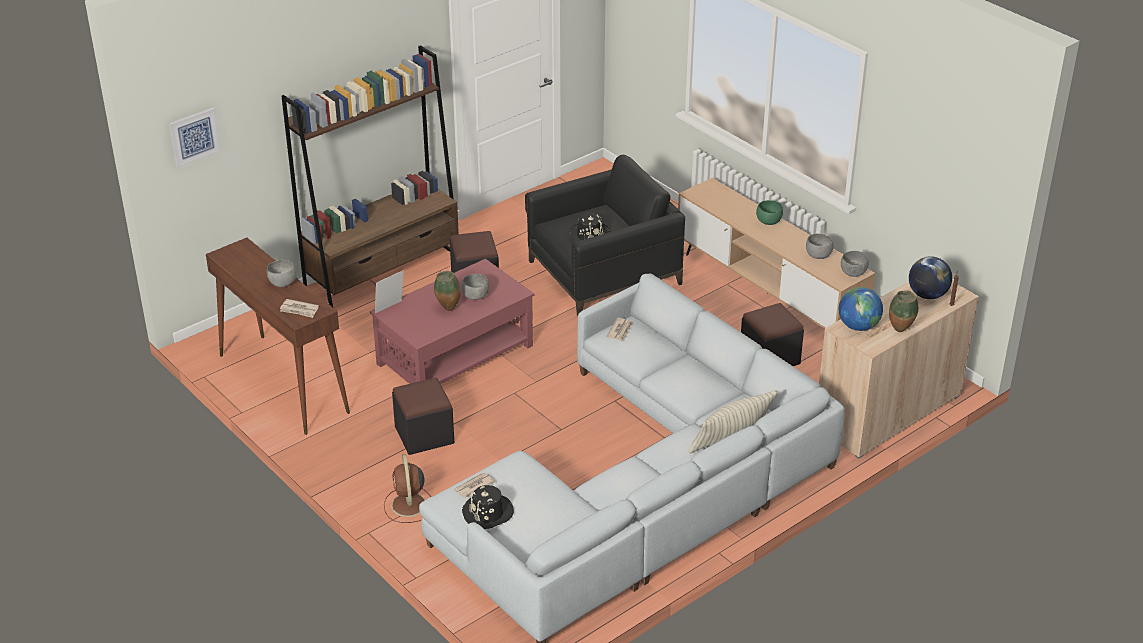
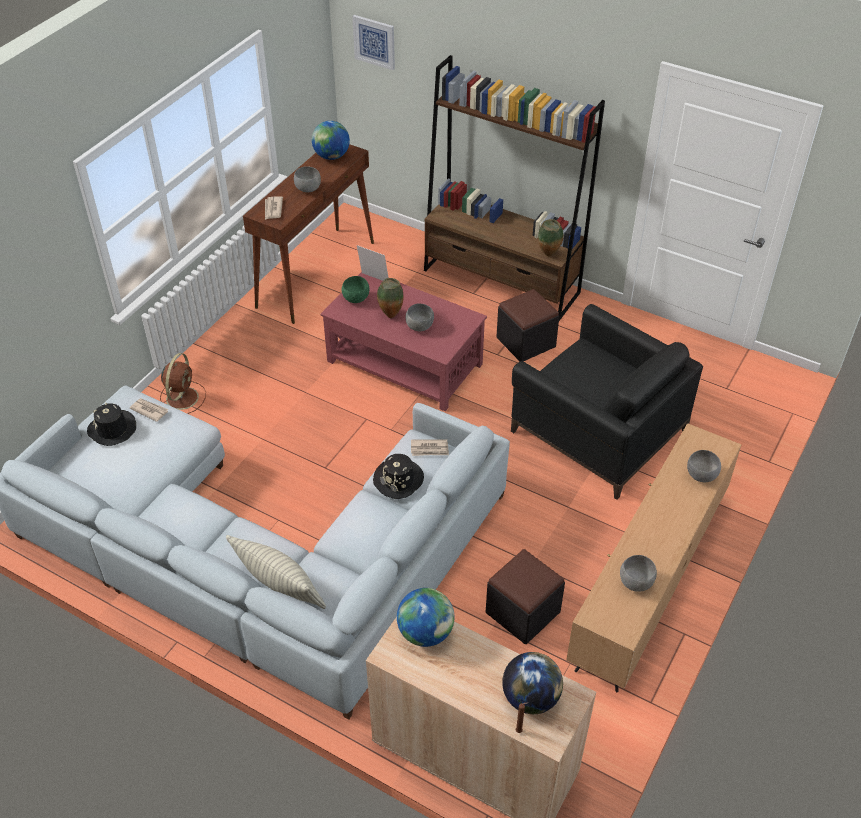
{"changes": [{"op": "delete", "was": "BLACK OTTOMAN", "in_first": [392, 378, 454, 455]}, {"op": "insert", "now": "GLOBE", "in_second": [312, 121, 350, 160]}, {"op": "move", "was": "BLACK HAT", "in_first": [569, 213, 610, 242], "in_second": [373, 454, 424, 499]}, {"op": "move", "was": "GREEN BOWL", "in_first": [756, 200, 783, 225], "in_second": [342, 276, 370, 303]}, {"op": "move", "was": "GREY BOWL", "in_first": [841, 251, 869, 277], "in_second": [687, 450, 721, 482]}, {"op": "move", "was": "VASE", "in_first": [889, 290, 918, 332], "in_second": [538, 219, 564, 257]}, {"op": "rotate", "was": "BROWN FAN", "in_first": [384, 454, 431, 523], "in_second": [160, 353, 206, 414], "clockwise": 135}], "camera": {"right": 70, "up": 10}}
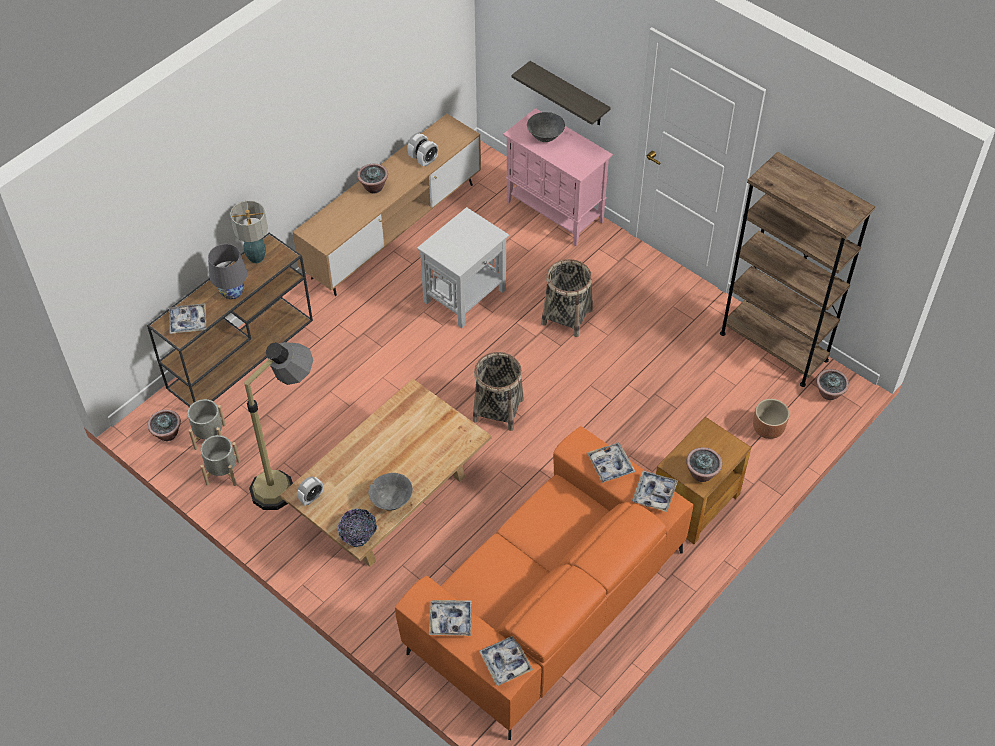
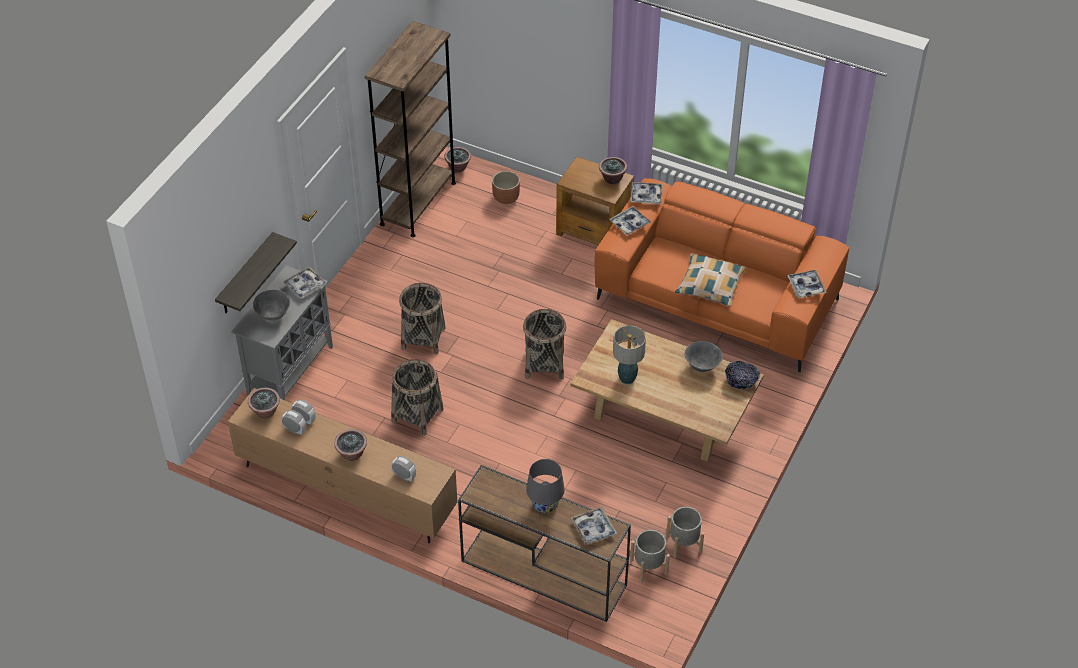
{"changes": [{"op": "delete", "was": "FLOOR LAMP", "in_first": [244, 342, 313, 510]}, {"op": "insert", "now": "PILLOW", "in_second": [675, 253, 747, 307]}, {"op": "move", "was": "POTTED PLANT", "in_first": [148, 409, 181, 441], "in_second": [248, 388, 280, 418]}, {"op": "move", "was": "TABLE LAMP", "in_first": [230, 200, 268, 263], "in_second": [613, 325, 646, 384]}, {"op": "move", "was": "ALARM CLOCK", "in_first": [297, 476, 323, 506], "in_second": [391, 456, 416, 482]}, {"op": "move", "was": "TRAY", "in_first": [479, 636, 533, 686], "in_second": [283, 267, 327, 299]}, {"op": "replace", "was": "WHITE SIDE TABLE", "now": "BASKET", "in_first": [417, 207, 509, 328], "in_second": [391, 359, 443, 435]}, {"op": "recolor", "was": "PINK CABINET", "now": "GREY CABINET", "in_first": [503, 108, 613, 246], "in_second": [231, 265, 333, 401]}], "camera": {"right": -105, "up": -5}}
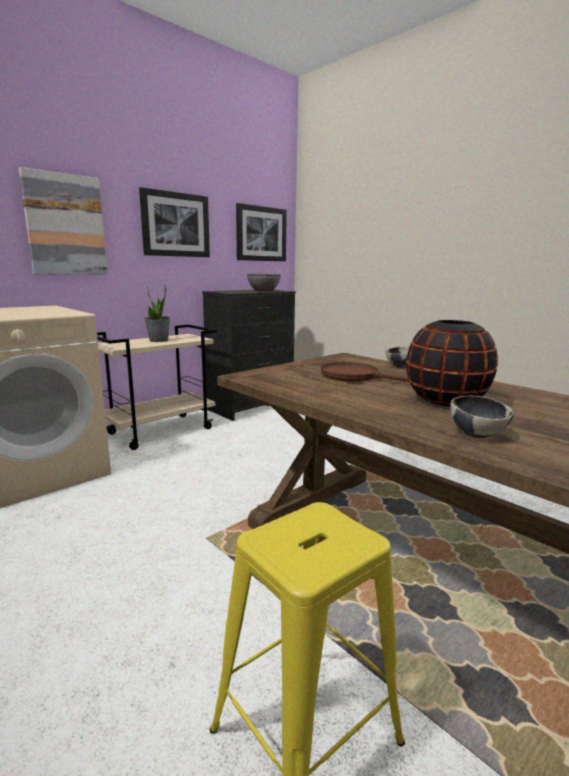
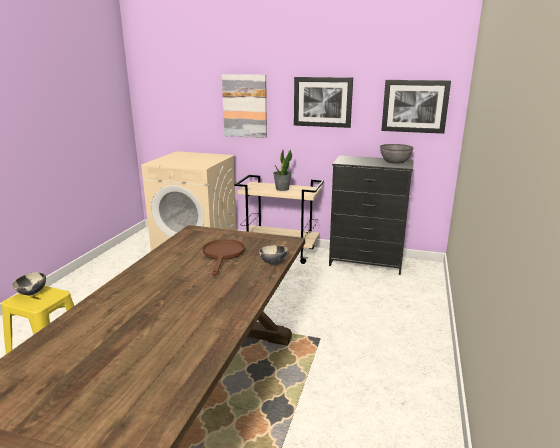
{"changes": [{"op": "delete", "was": "BLACK VASE", "in_first": [406, 320, 498, 406]}, {"op": "move", "was": "BOWL", "in_first": [450, 395, 514, 438], "in_second": [12, 272, 46, 296]}], "camera": {"right": 60, "up": 5}}
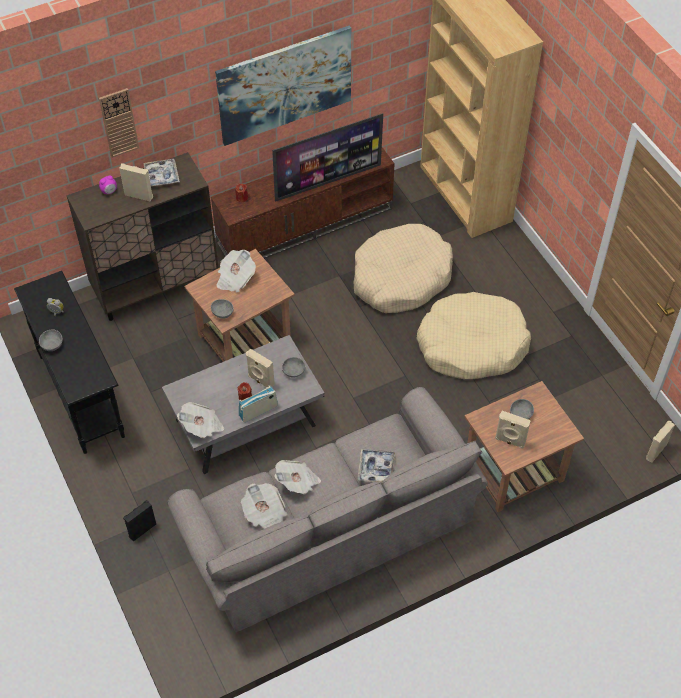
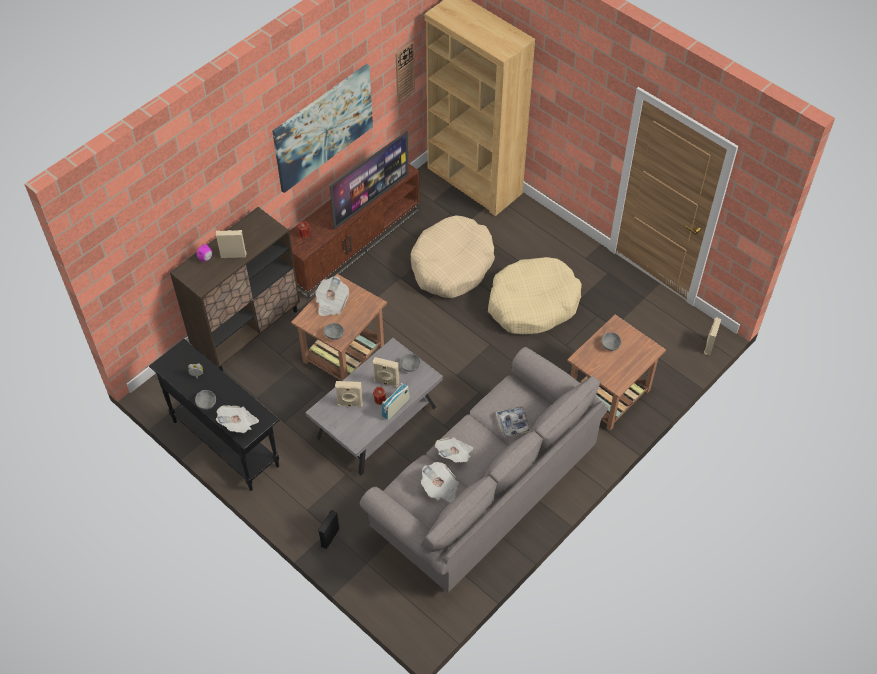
{"changes": [{"op": "delete", "was": "TRAY", "in_first": [143, 159, 180, 186]}, {"op": "move", "was": "WALL CLOCK", "in_first": [99, 88, 139, 158], "in_second": [395, 41, 415, 103]}, {"op": "move", "was": "NEWSPAPER", "in_first": [177, 402, 224, 438], "in_second": [216, 405, 259, 433]}, {"op": "move", "was": "BEIGE SPEAKER", "in_first": [495, 411, 531, 448], "in_second": [335, 381, 363, 407]}], "camera": {"right": -20, "up": 0}}
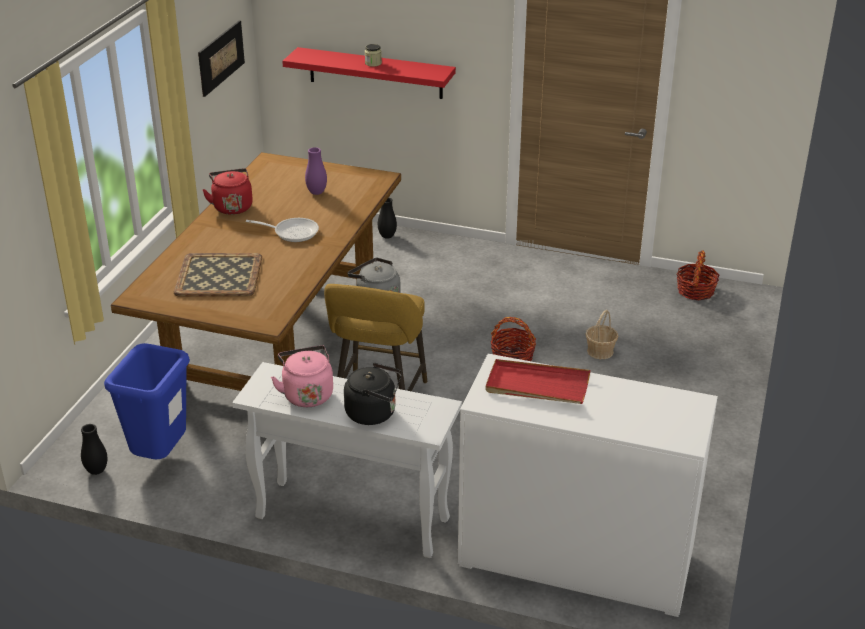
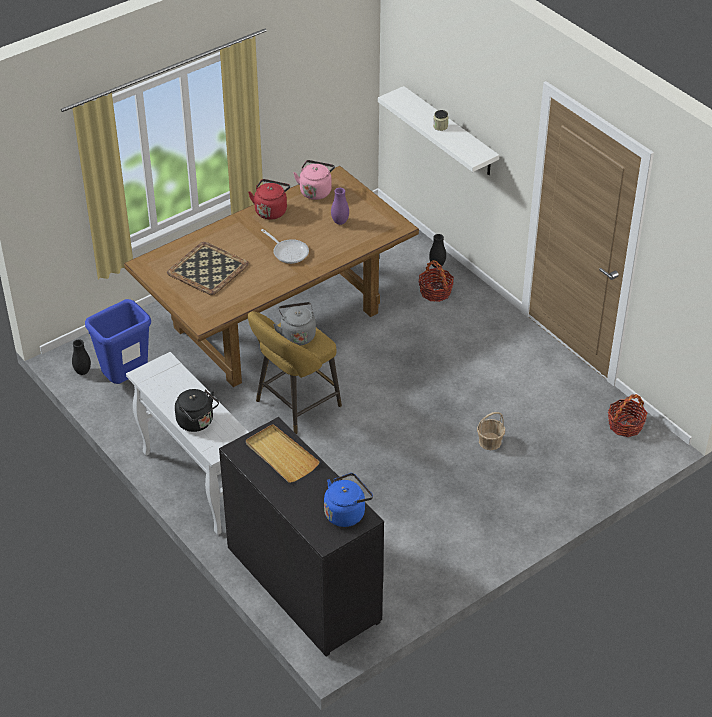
{"changes": [{"op": "delete", "was": "PICTURE", "in_first": [198, 20, 245, 97]}, {"op": "insert", "now": "BLUE KETTLE", "in_second": [324, 473, 373, 527]}, {"op": "move", "was": "PINK KETTLE", "in_first": [271, 345, 333, 407], "in_second": [294, 160, 335, 200]}, {"op": "move", "was": "BASKET", "in_first": [491, 317, 536, 361], "in_second": [419, 260, 454, 302]}, {"op": "recolor", "was": "RED SHELF", "now": "WHITE SHELF", "in_first": [282, 47, 456, 99], "in_second": [378, 86, 499, 175]}, {"op": "recolor", "was": "WHITE DRESSER", "now": "BLACK DRESSER", "in_first": [458, 354, 718, 617], "in_second": [219, 417, 384, 656]}, {"op": "recolor", "was": "RED TRAY", "now": "BEIGE TRAY", "in_first": [485, 359, 590, 404], "in_second": [246, 424, 320, 483]}], "camera": {"right": 35, "up": 10}}
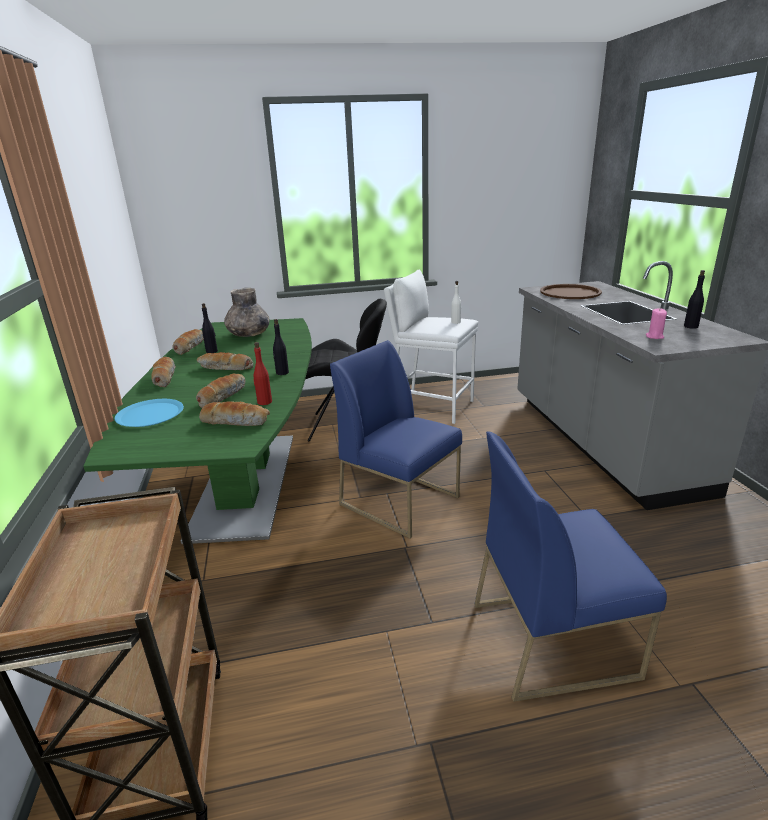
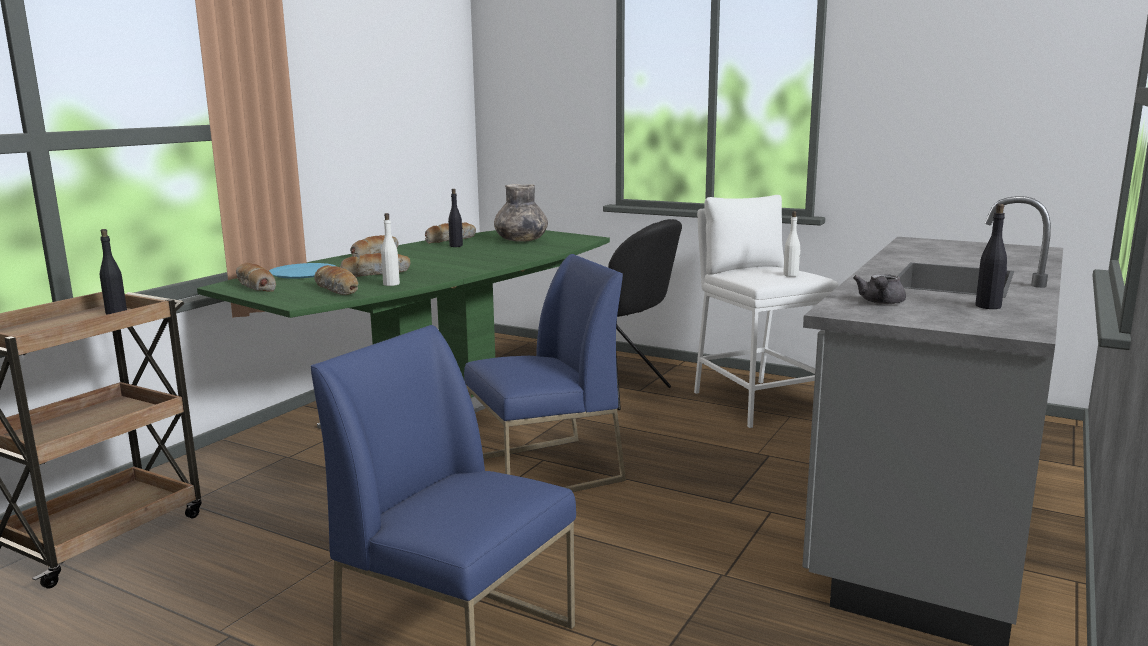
{"changes": [{"op": "delete", "was": "BROWN TRAY", "in_first": [540, 284, 602, 299]}, {"op": "move", "was": "BREAD", "in_first": [197, 352, 253, 370], "in_second": [236, 263, 276, 292]}, {"op": "move", "was": "BLACK BOTTLE", "in_first": [273, 319, 289, 375], "in_second": [100, 229, 127, 315]}, {"op": "replace", "was": "PINK CANDLE", "now": "GREY TEAPOT", "in_first": [645, 308, 667, 339], "in_second": [853, 274, 906, 304]}, {"op": "recolor", "was": "RED BOTTLE", "now": "WHITE BOTTLE", "in_first": [254, 342, 272, 405], "in_second": [381, 213, 400, 286]}, {"op": "rotate", "was": "BLUE CHAIR", "in_first": [330, 340, 462, 538], "in_second": [464, 254, 626, 492], "clockwise": 75}], "camera": {"right": 40, "up": -10}}
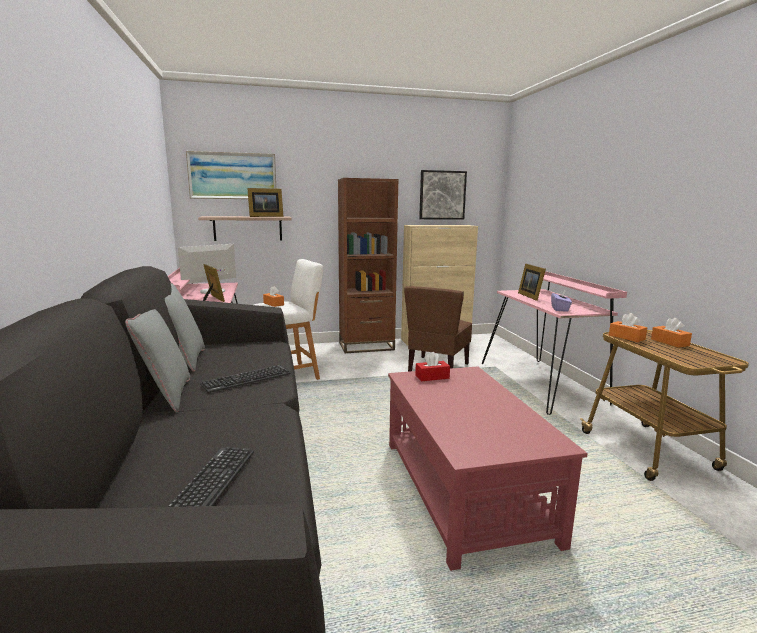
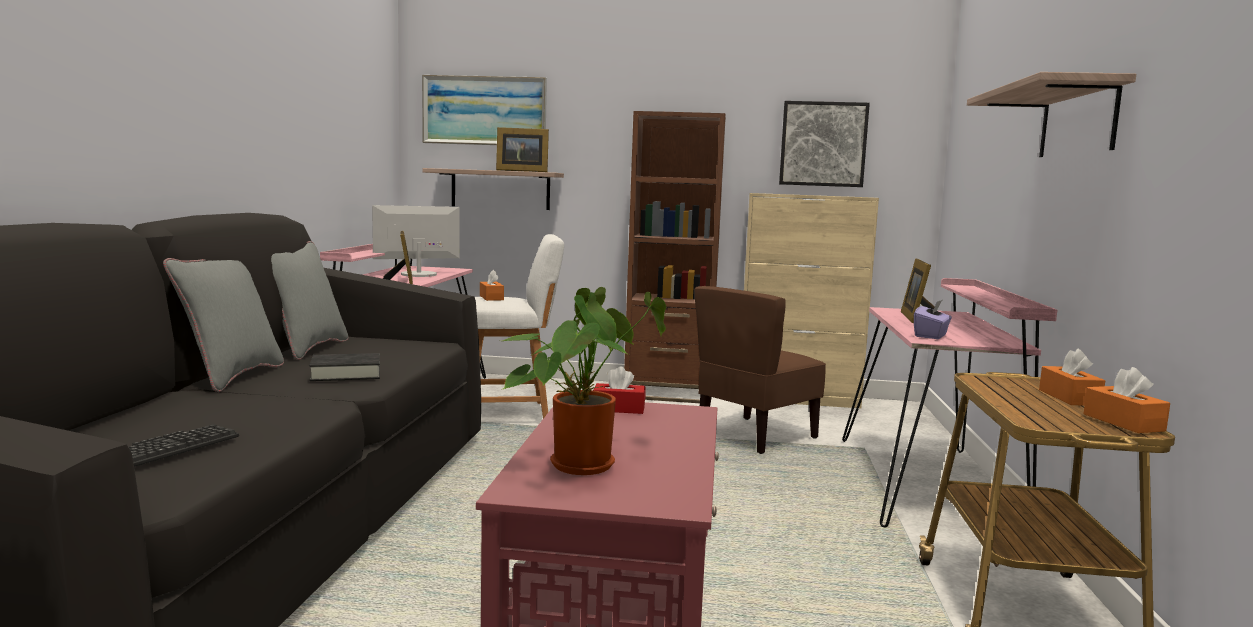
{"changes": [{"op": "insert", "now": "POTTED PLANT", "in_second": [503, 287, 666, 475]}, {"op": "insert", "now": "SHELF", "in_second": [967, 72, 1136, 157]}, {"op": "move", "was": "ORANGE TISSUE BOX", "in_first": [609, 313, 647, 342], "in_second": [1083, 367, 1170, 433]}, {"op": "replace", "was": "KEYBOARD", "now": "BLACK BOOK", "in_first": [200, 365, 291, 393], "in_second": [309, 353, 380, 381]}], "camera": {"right": 20, "up": -5}}
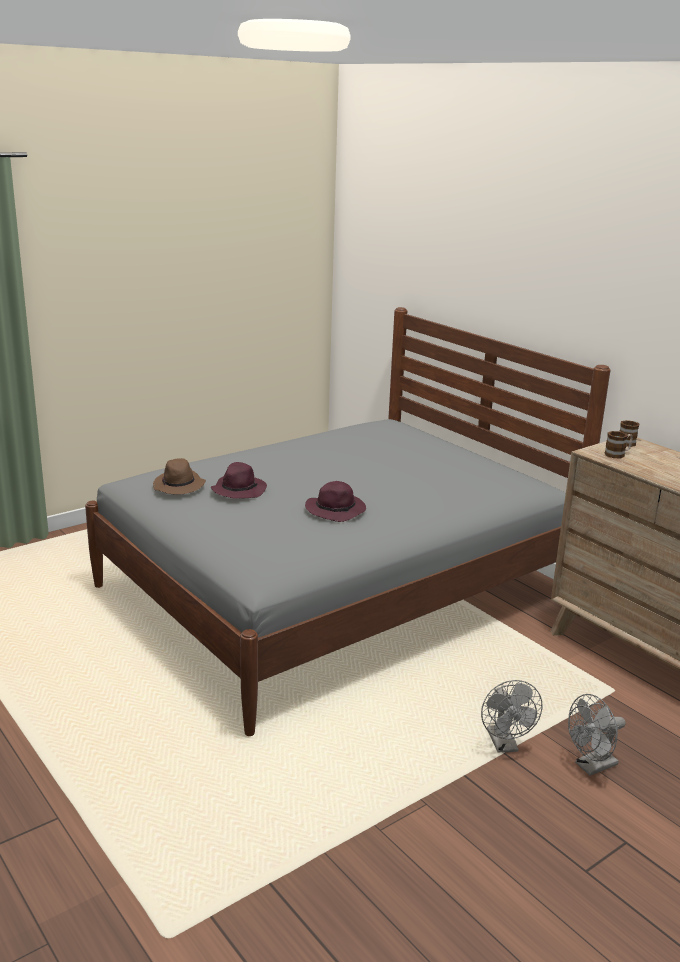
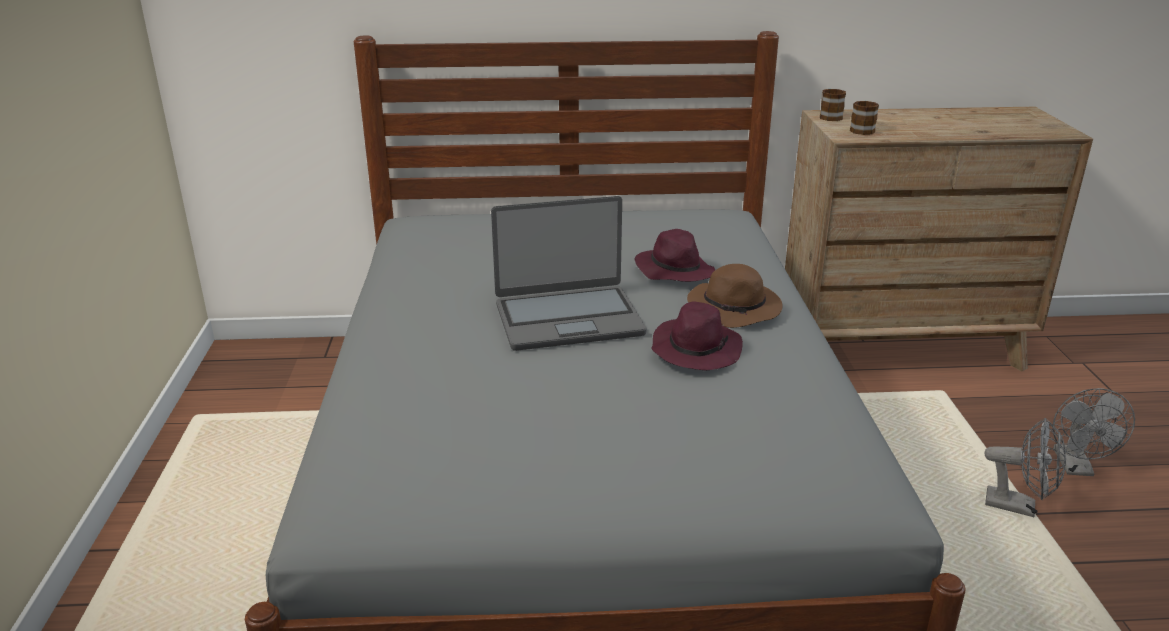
{"changes": [{"op": "insert", "now": "LAPTOP", "in_second": [491, 196, 646, 351]}, {"op": "move", "was": "BROWN HAT", "in_first": [153, 458, 206, 495], "in_second": [687, 264, 783, 328]}, {"op": "move", "was": "PURPLE HAT", "in_first": [211, 462, 267, 499], "in_second": [635, 229, 715, 282]}], "camera": {"right": -55, "up": 5}}
